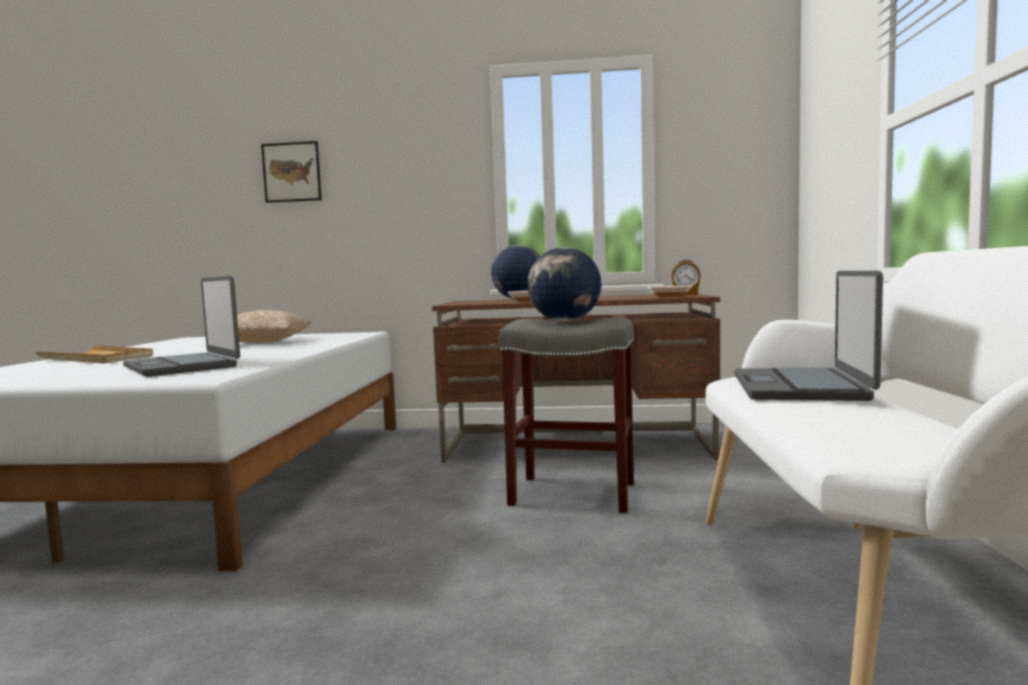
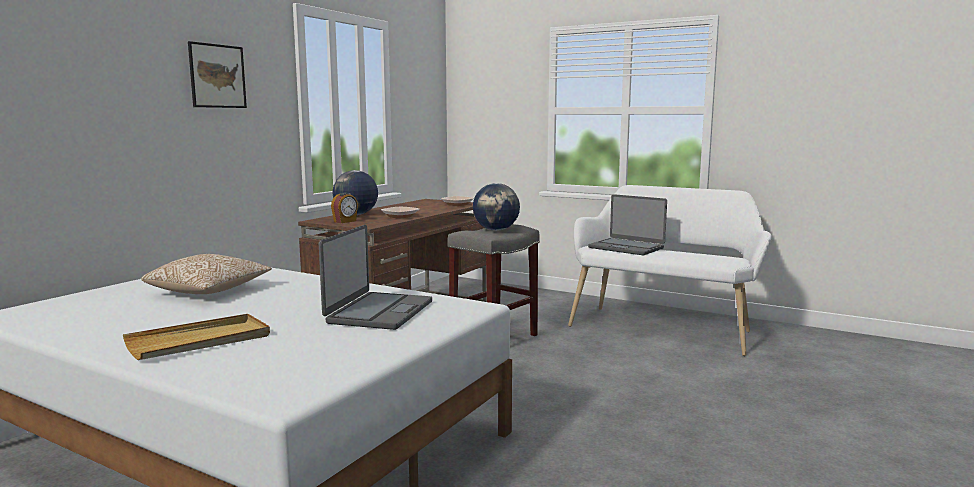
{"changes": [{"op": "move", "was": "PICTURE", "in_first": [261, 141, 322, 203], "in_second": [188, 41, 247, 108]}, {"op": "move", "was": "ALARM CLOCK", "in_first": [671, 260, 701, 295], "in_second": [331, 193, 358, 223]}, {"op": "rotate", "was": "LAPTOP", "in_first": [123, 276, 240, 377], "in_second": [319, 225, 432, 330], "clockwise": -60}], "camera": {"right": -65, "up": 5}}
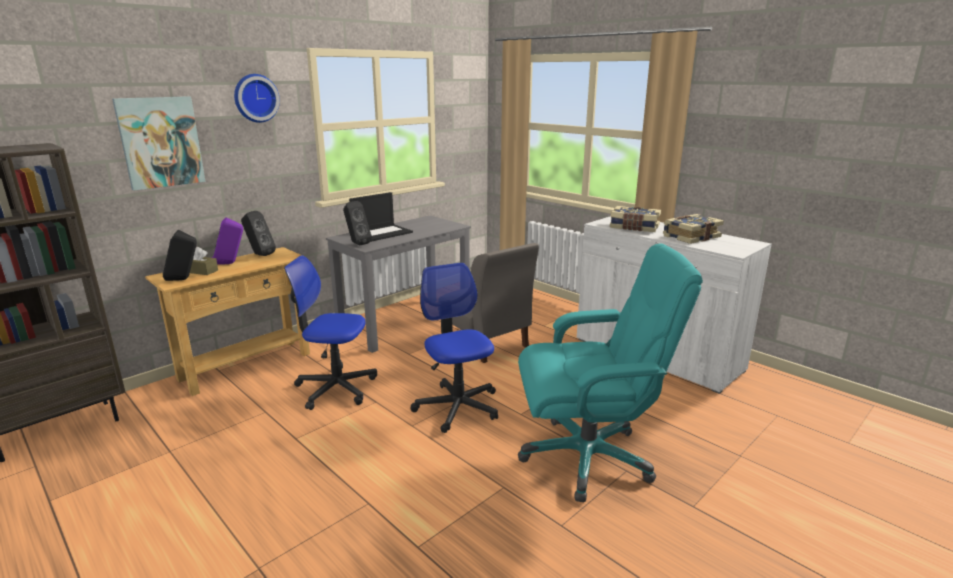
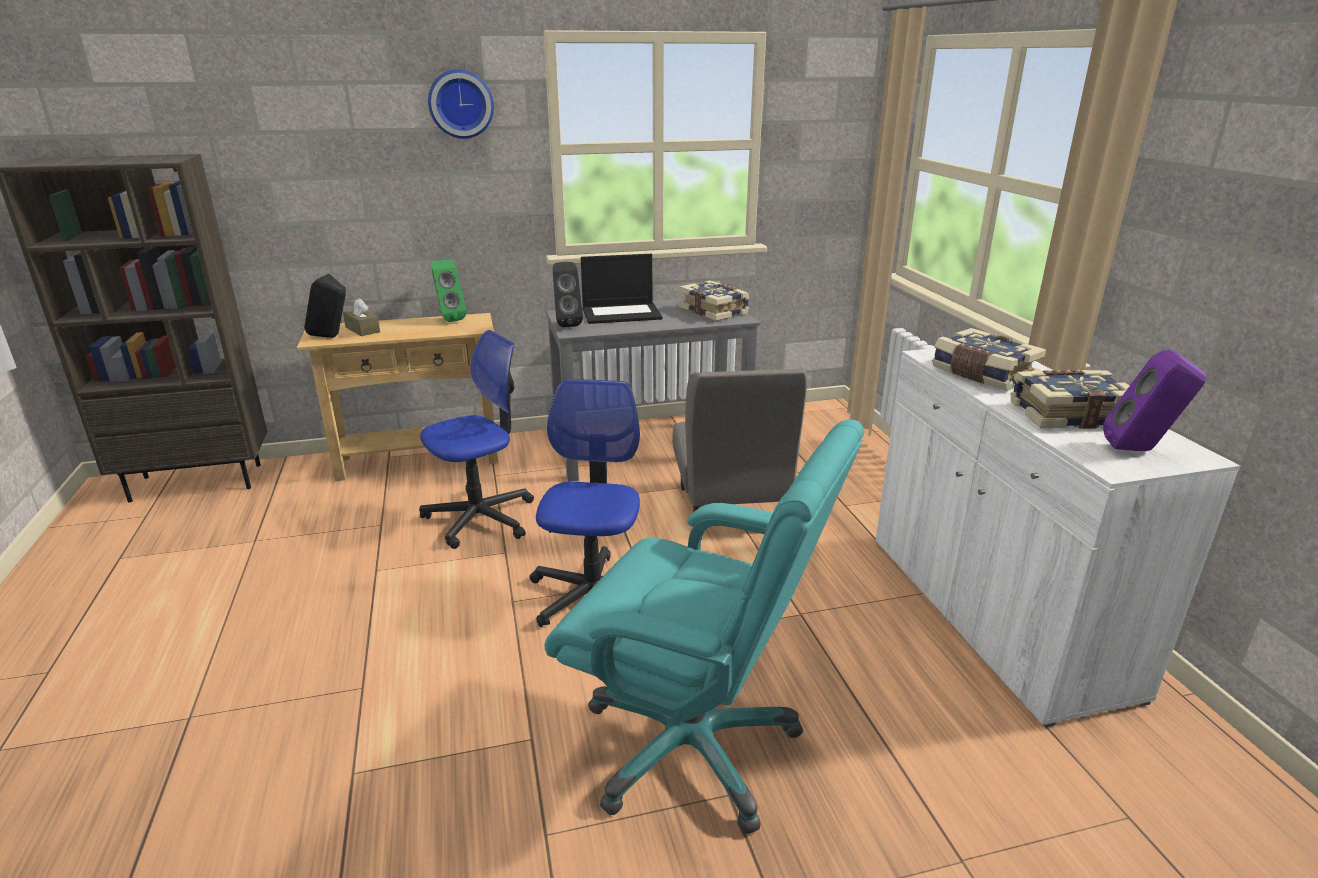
{"changes": [{"op": "delete", "was": "PICTURE", "in_first": [112, 96, 206, 190]}, {"op": "insert", "now": "BOOK", "in_second": [678, 280, 750, 321]}, {"op": "move", "was": "PURPLE SPEAKER", "in_first": [212, 217, 243, 265], "in_second": [1103, 349, 1207, 451]}, {"op": "recolor", "was": "BLACK SPEAKER", "now": "GREEN SPEAKER", "in_first": [241, 211, 276, 256], "in_second": [432, 260, 467, 322]}, {"op": "rotate", "was": "OFFICE CHAIR", "in_first": [284, 255, 377, 410], "in_second": [419, 330, 534, 549], "clockwise": 105}], "camera": {"right": 30, "up": 5}}
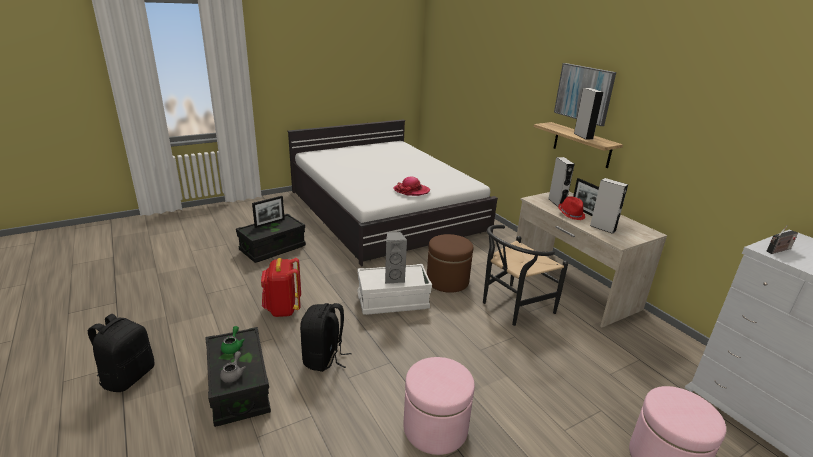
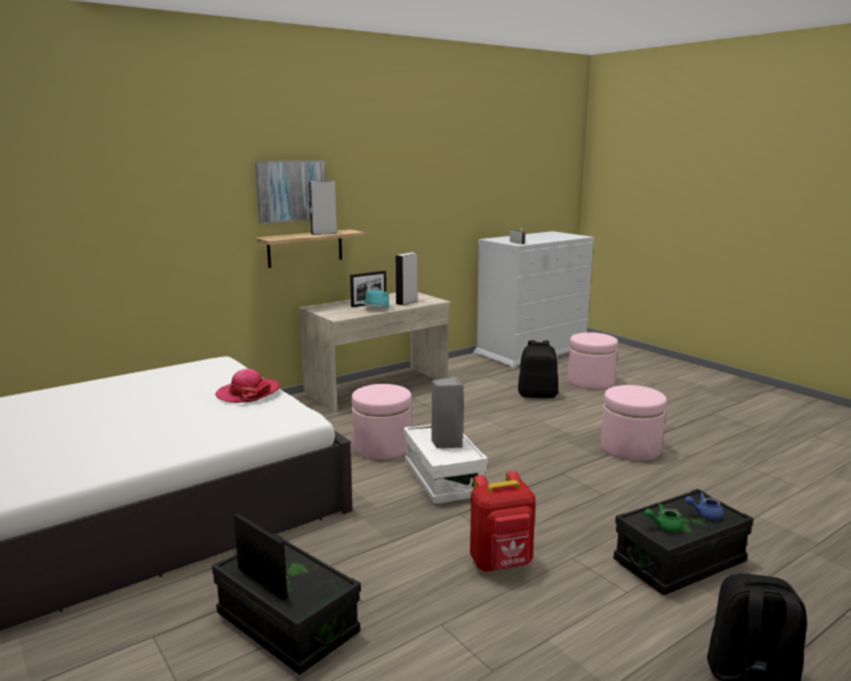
{"changes": [{"op": "delete", "was": "BLACK CHAIR", "in_first": [483, 225, 568, 326]}, {"op": "delete", "was": "GREY SPEAKER", "in_first": [548, 157, 575, 207]}, {"op": "move", "was": "BLACK BACKPACK", "in_first": [300, 303, 351, 372], "in_second": [518, 340, 558, 398]}, {"op": "recolor", "was": "GREY TEAPOT", "now": "BLUE TEAPOT", "in_first": [220, 351, 246, 383], "in_second": [685, 493, 724, 520]}, {"op": "recolor", "was": "BROWN OTTOMAN", "now": "PINK OTTOMAN", "in_first": [427, 234, 473, 293], "in_second": [351, 384, 412, 460]}, {"op": "recolor", "was": "RED HAT", "now": "TURQUOISE HAT", "in_first": [558, 196, 585, 220], "in_second": [362, 290, 393, 308]}], "camera": {"right": -95, "up": -10}}
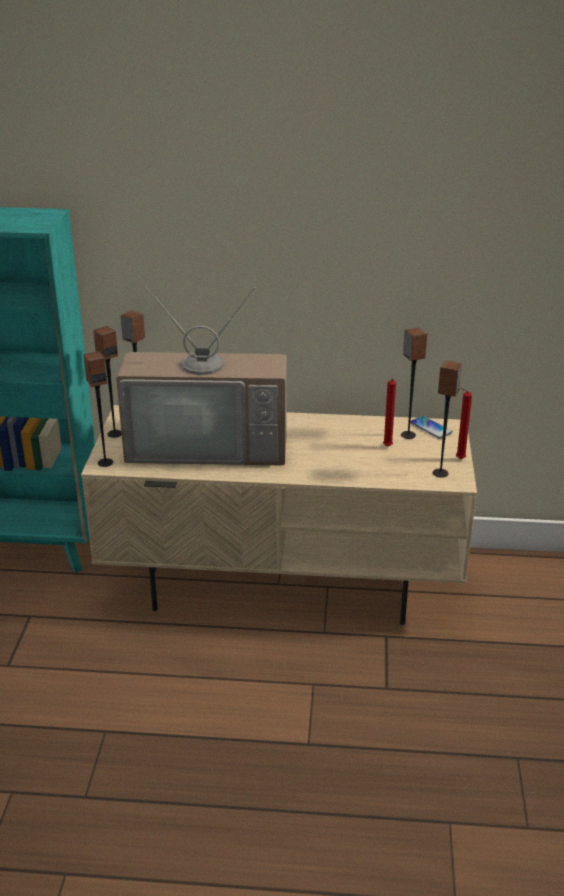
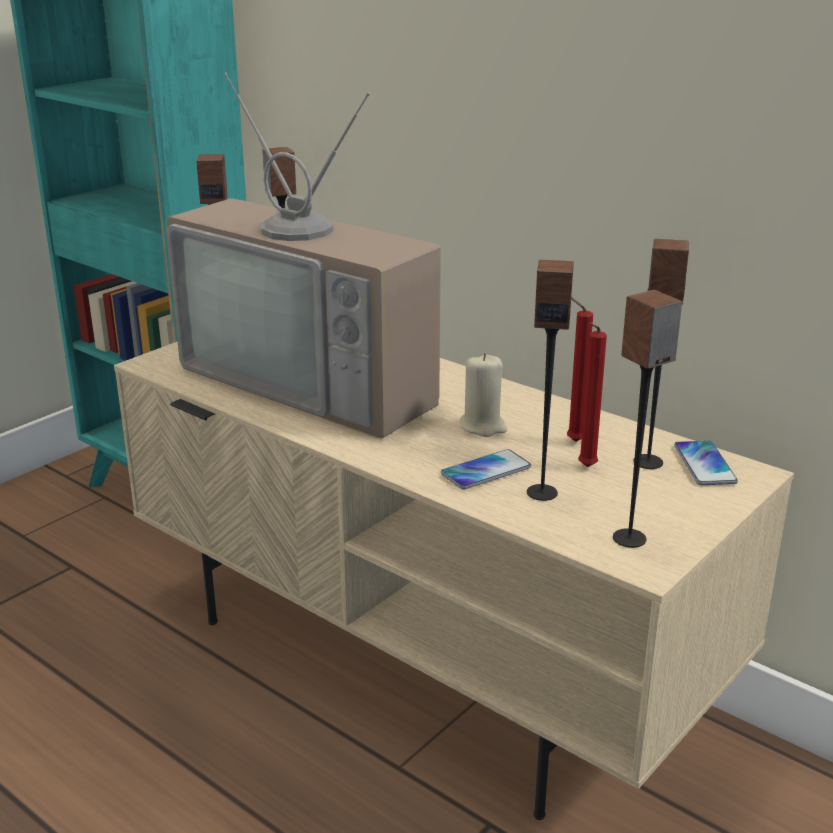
{"changes": [{"op": "insert", "now": "PHONE", "in_second": [441, 449, 531, 490]}, {"op": "insert", "now": "BEIGE CANDLE", "in_second": [460, 353, 507, 437]}, {"op": "move", "was": "SPEAKER", "in_first": [83, 351, 113, 467], "in_second": [527, 260, 574, 501]}, {"op": "move", "was": "RED CANDLE", "in_first": [456, 388, 472, 459], "in_second": [567, 297, 593, 442]}], "camera": {"right": 35, "up": -5}}
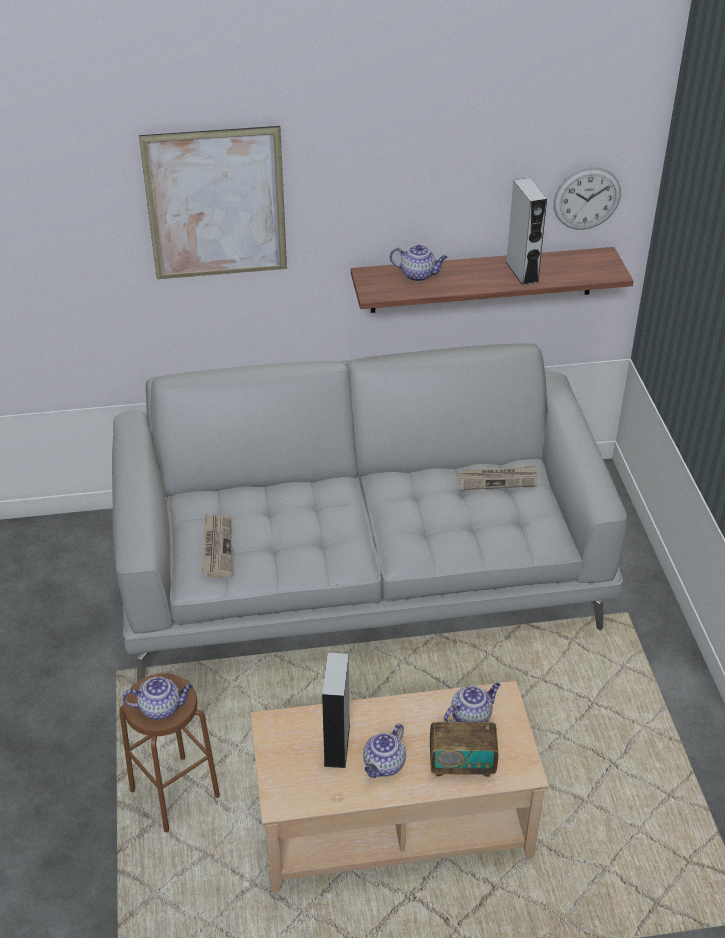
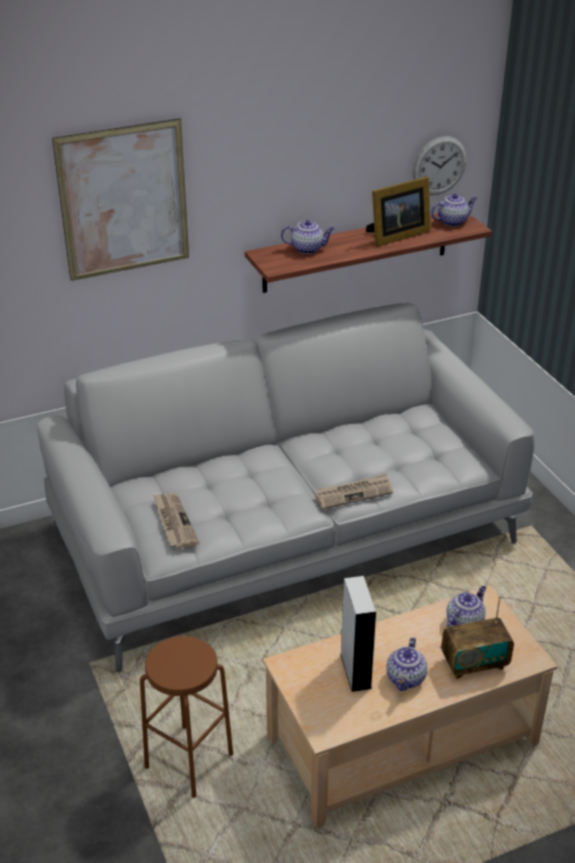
{"changes": [{"op": "move", "was": "TEAPOT", "in_first": [123, 677, 193, 720], "in_second": [431, 194, 477, 227]}, {"op": "move", "was": "NEWSPAPER", "in_first": [457, 465, 537, 490], "in_second": [315, 473, 393, 509]}, {"op": "replace", "was": "GREY SPEAKER", "now": "PICTURE FRAME", "in_first": [506, 178, 547, 285], "in_second": [366, 176, 430, 247]}], "camera": {"right": -15, "up": -5}}
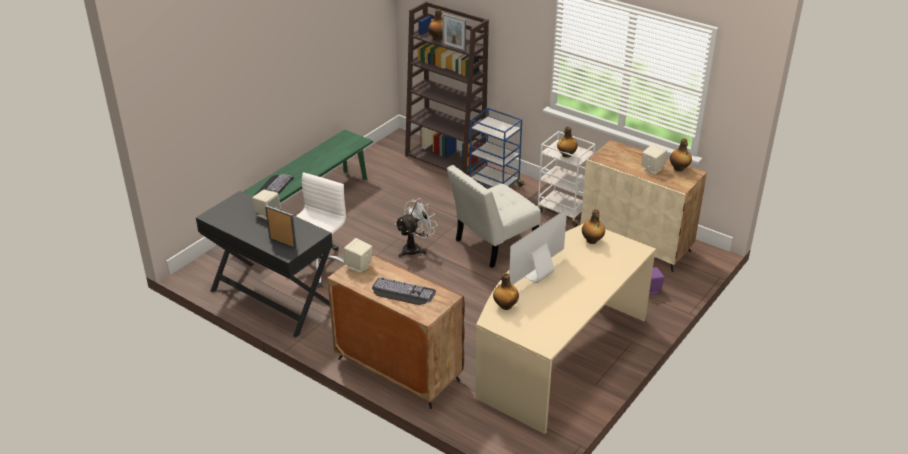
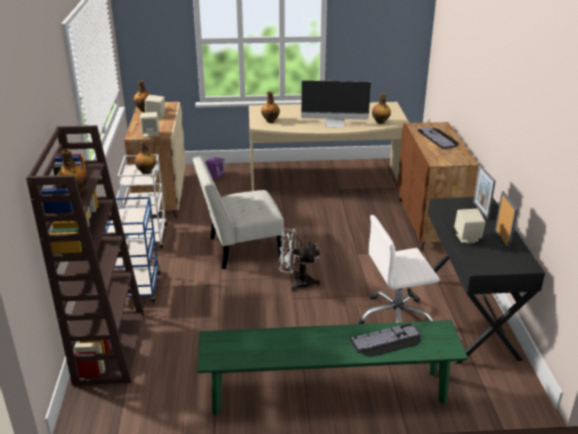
{"changes": [{"op": "move", "was": "BEIGE SPEAKER", "in_first": [344, 238, 372, 273], "in_second": [140, 112, 159, 137]}, {"op": "move", "was": "PICTURE FRAME", "in_first": [442, 13, 466, 51], "in_second": [495, 191, 518, 250]}, {"op": "rotate", "was": "WHITE CHAIR", "in_first": [447, 165, 541, 268], "in_second": [193, 156, 284, 269], "clockwise": 150}], "camera": {"right": -130, "up": -5}}
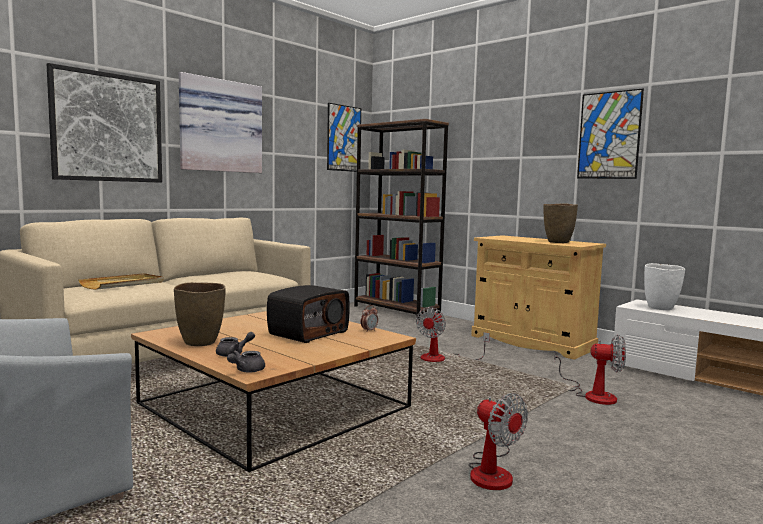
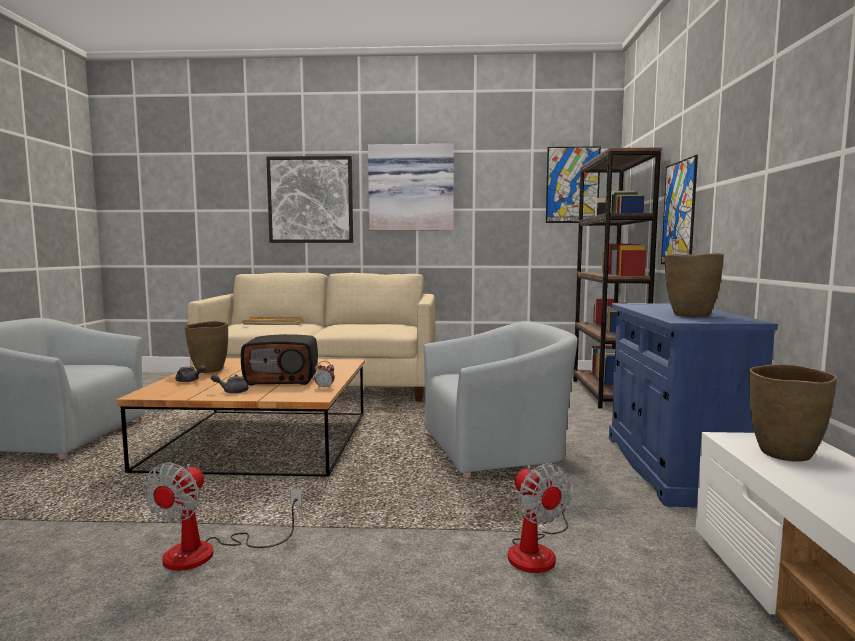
{"changes": [{"op": "move", "was": "GREY TEAPOT", "in_first": [227, 350, 265, 373], "in_second": [211, 374, 248, 394]}, {"op": "move", "was": "PICTURE", "in_first": [577, 89, 644, 179], "in_second": [661, 155, 698, 264]}, {"op": "replace", "was": "FAN", "now": "GREY ARMCHAIR", "in_first": [416, 307, 490, 362], "in_second": [424, 321, 578, 478]}, {"op": "recolor", "was": "BEIGE CABINET", "now": "BLUE CABINET", "in_first": [471, 235, 606, 359], "in_second": [609, 303, 778, 507]}, {"op": "recolor", "was": "WHITE VASE", "now": "BROWN VASE", "in_first": [644, 263, 685, 310], "in_second": [749, 364, 837, 462]}], "camera": {"right": 50, "up": 0}}
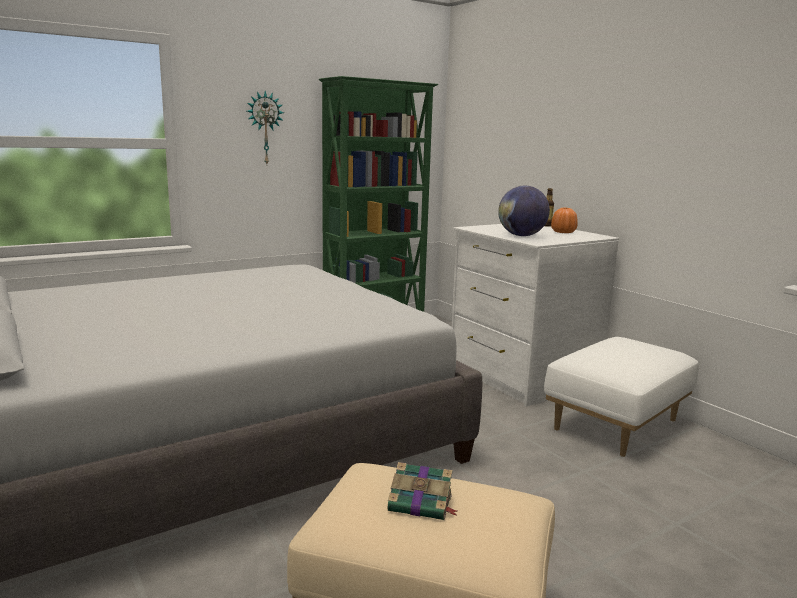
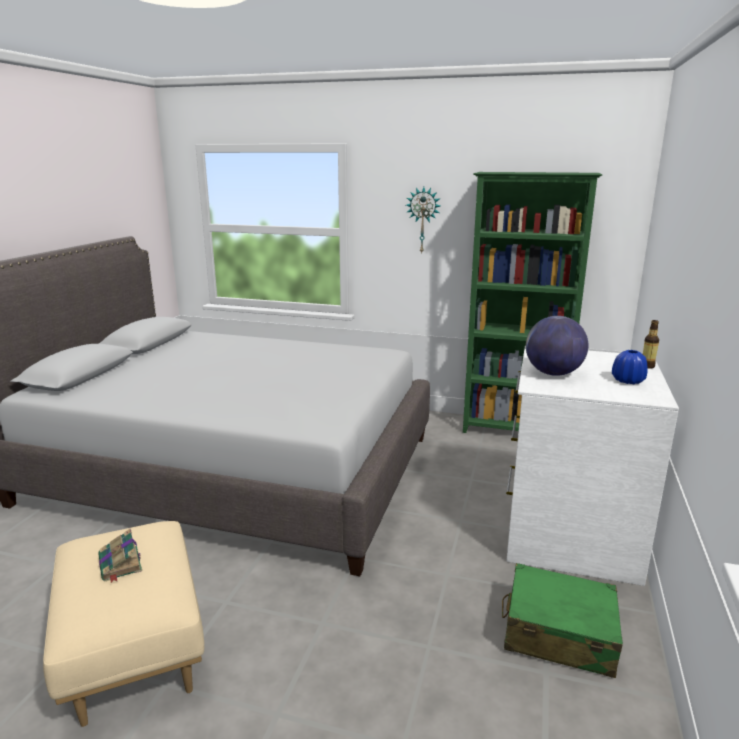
{"changes": [{"op": "replace", "was": "WHITE OTTOMAN", "now": "GREEN SUITCASE", "in_first": [544, 337, 699, 457], "in_second": [502, 563, 623, 678]}, {"op": "recolor", "was": "ORANGE VASE", "now": "BLUE VASE", "in_first": [551, 208, 578, 233], "in_second": [612, 350, 648, 384]}], "camera": {"right": 50, "up": 5}}
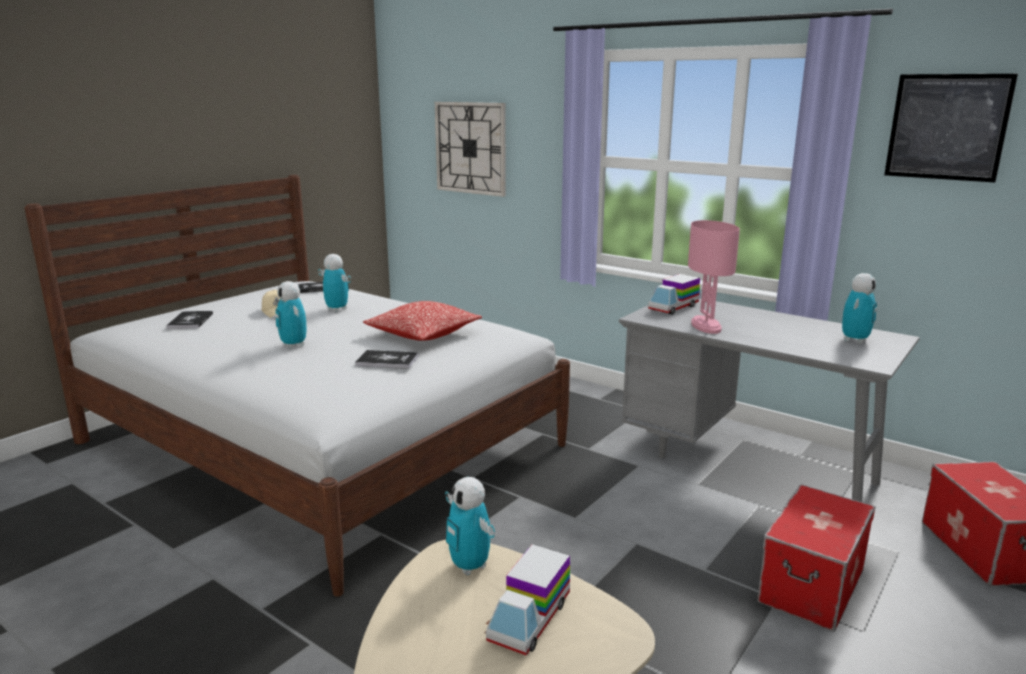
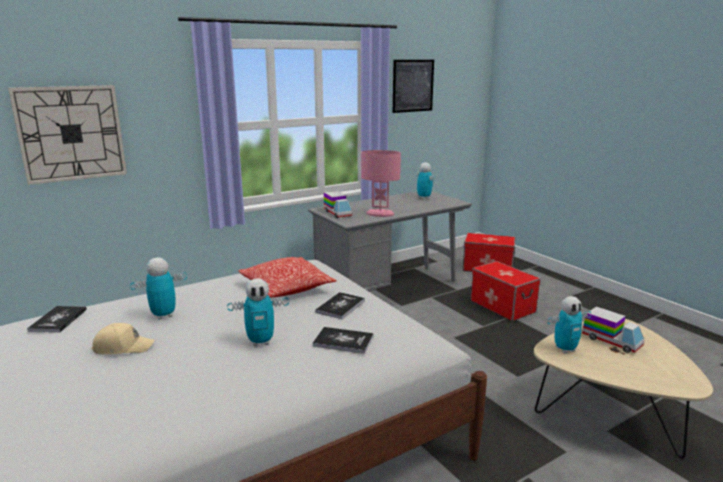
{"changes": [{"op": "move", "was": "BOOK", "in_first": [166, 311, 213, 329], "in_second": [313, 327, 374, 354]}], "camera": {"right": -70, "up": 0}}
